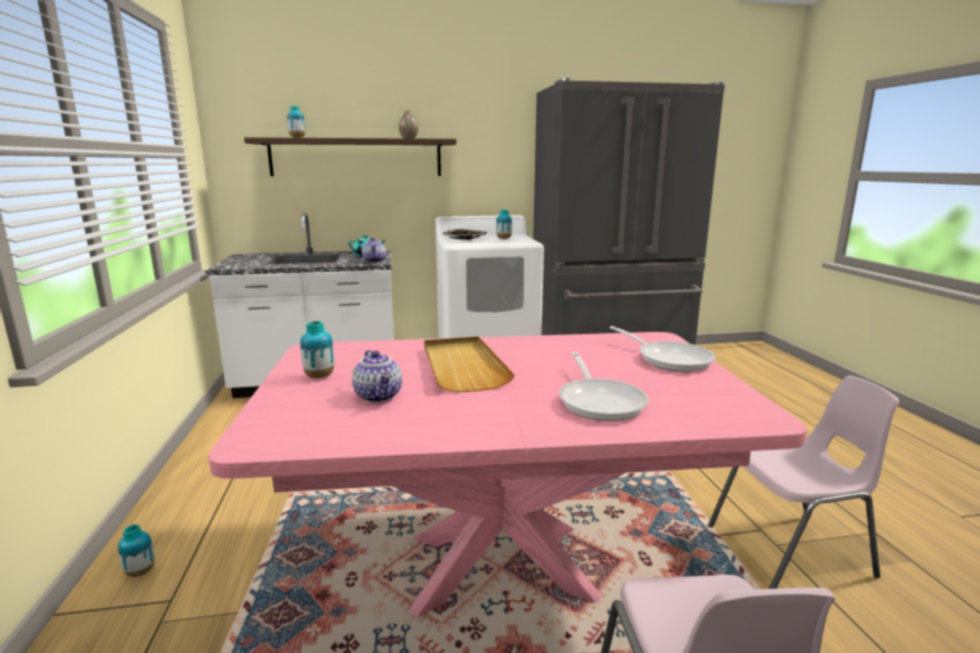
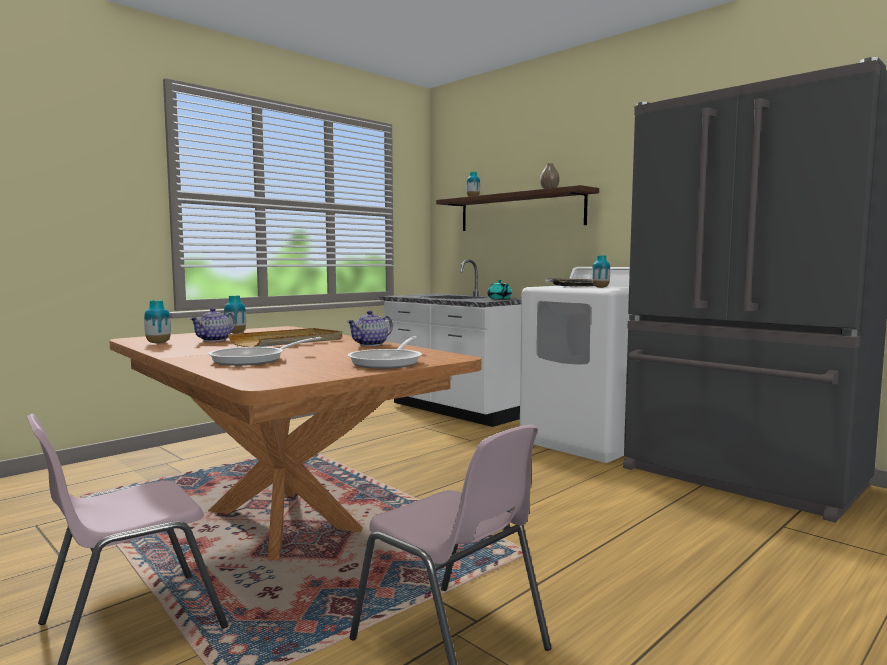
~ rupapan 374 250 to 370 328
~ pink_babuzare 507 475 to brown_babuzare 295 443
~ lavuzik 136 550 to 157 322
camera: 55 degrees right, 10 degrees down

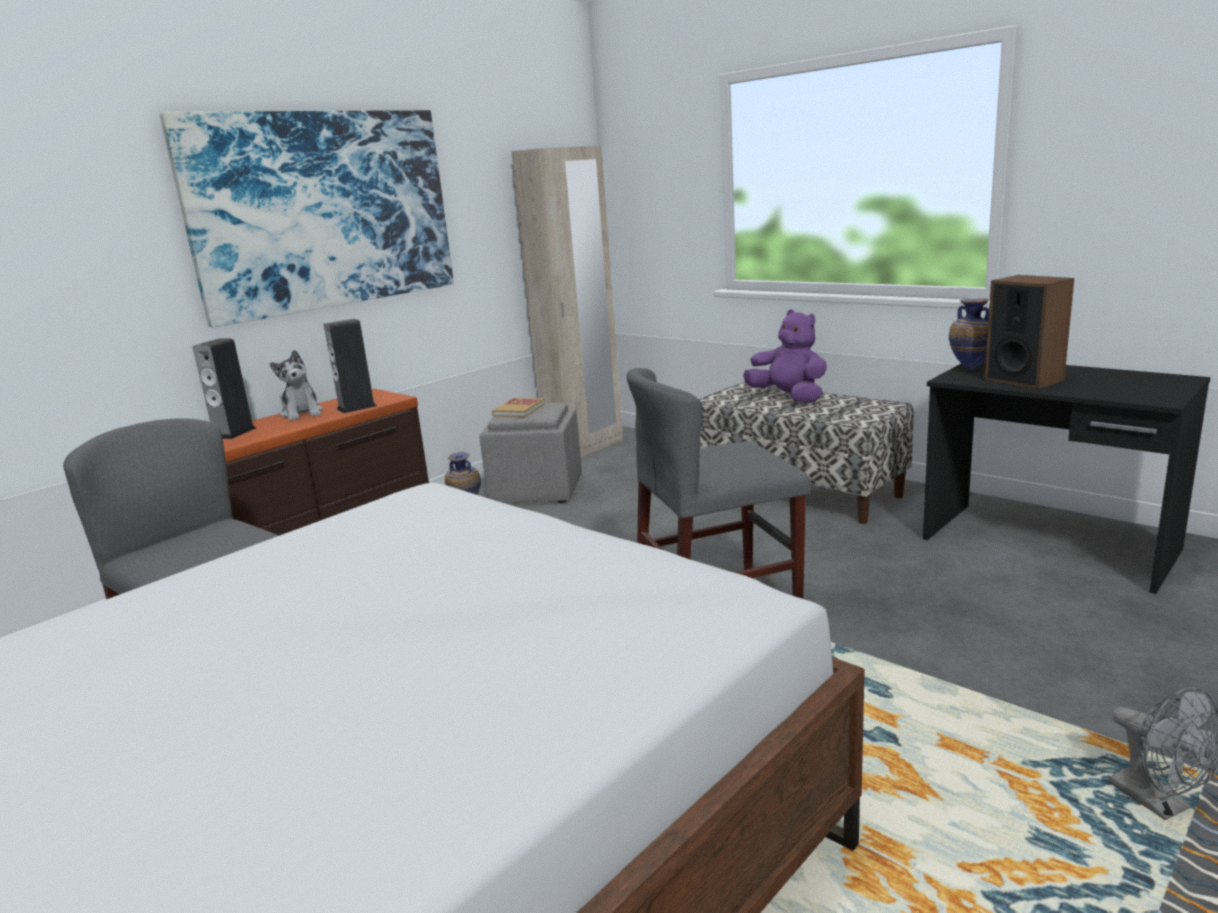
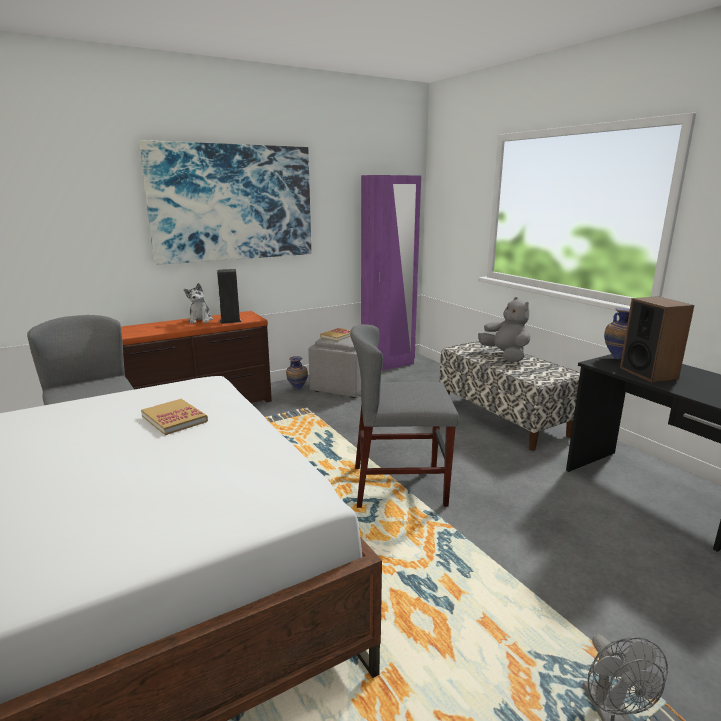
~ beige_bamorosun 567 301 to purple_bamorosun 391 272
~ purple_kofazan 785 356 to grey_kofazan 504 329
- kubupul 224 388
+ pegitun 174 417
camera: 15 degrees right, 0 degrees up

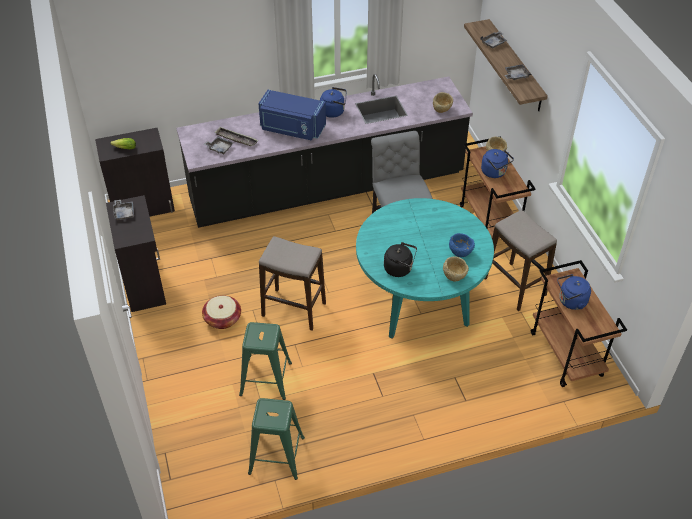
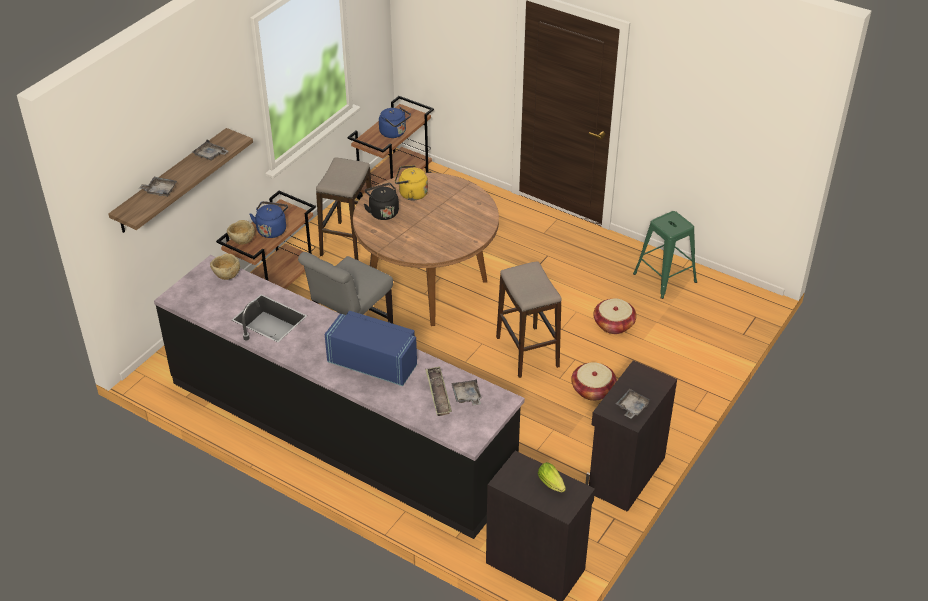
- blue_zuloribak 333 102
~ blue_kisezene 292 115 = 371 348 45 degrees counterclockwise
~ turquoise_babuzare 425 268 to brown_babuzare 426 249
~ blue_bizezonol 462 245 to yellow_zuloribak 411 182
~ black_zuloribak 400 259 to 381 201
- beige_bizezonol 456 269
~ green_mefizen 265 361 to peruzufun 615 316
camera: 130 degrees left, 5 degrees down

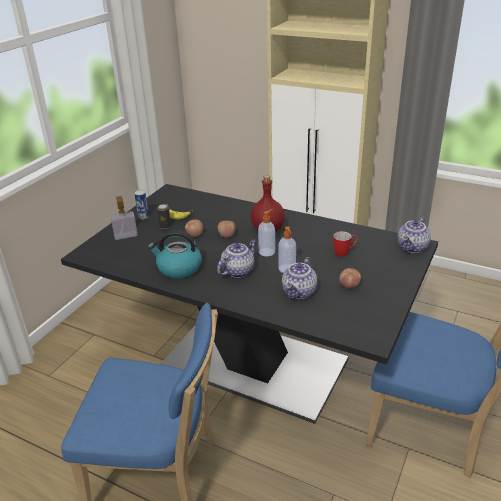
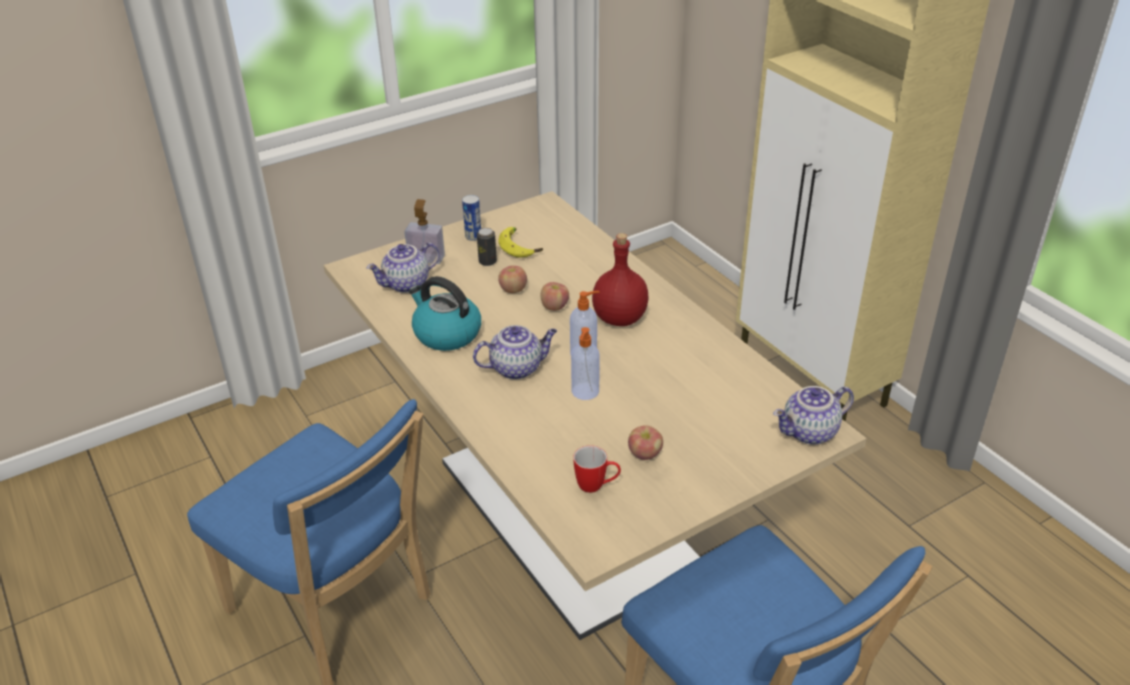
~ black_babuzare 249 304 to beige_babuzare 595 415
~ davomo 345 244 to 597 469
~ rupapan 299 278 to 402 267
camera: 30 degrees right, 5 degrees up

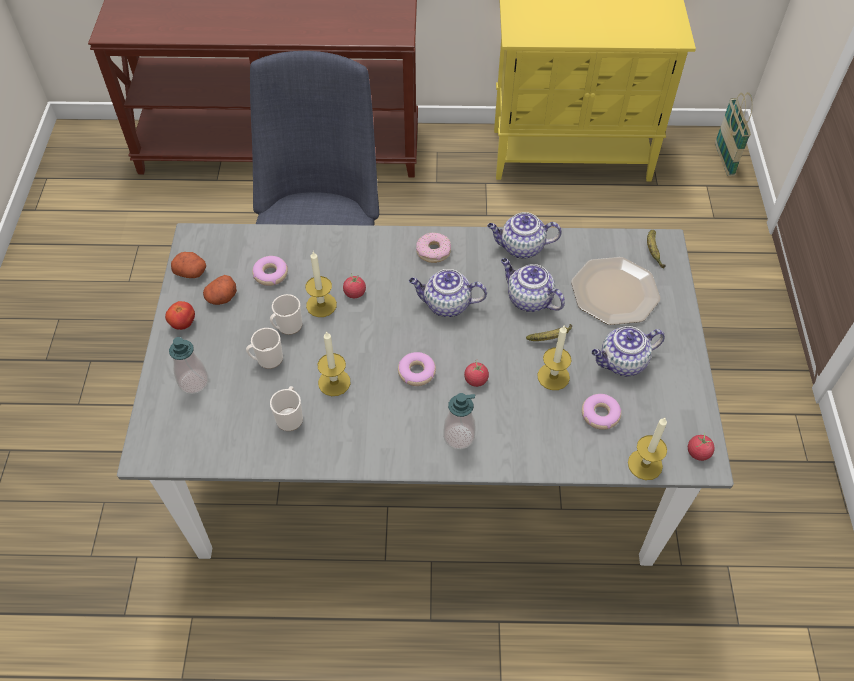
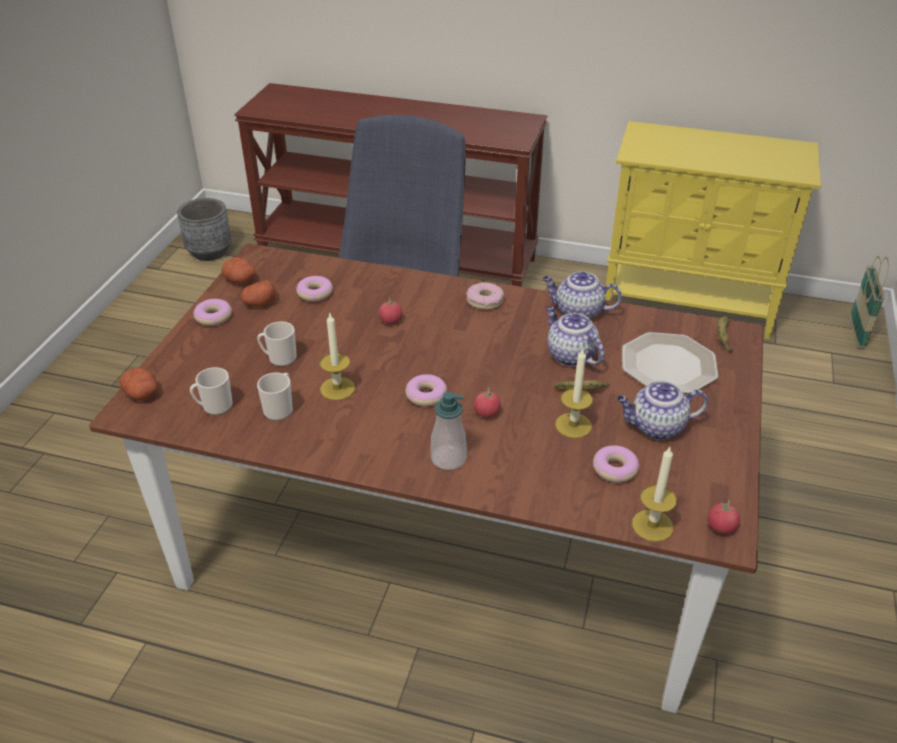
~ grey_babuzare 425 394 to brown_babuzare 426 478
- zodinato 321 284
- rupapan 448 293
~ davomo 286 314 to 211 391
~ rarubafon 180 315 to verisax 213 312
- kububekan 189 365
+ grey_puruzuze 204 229
+ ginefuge 139 384
camera: 15 degrees right, 15 degrees down

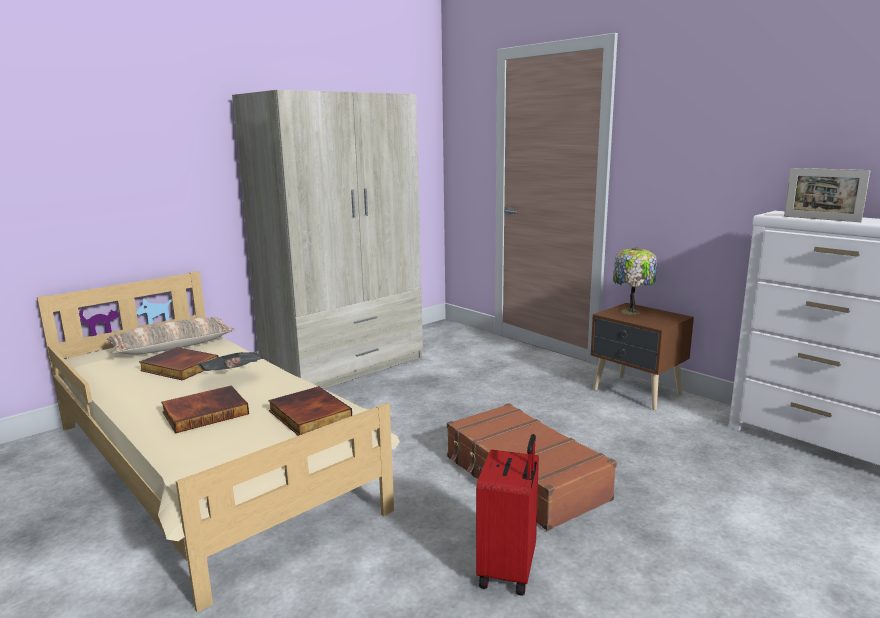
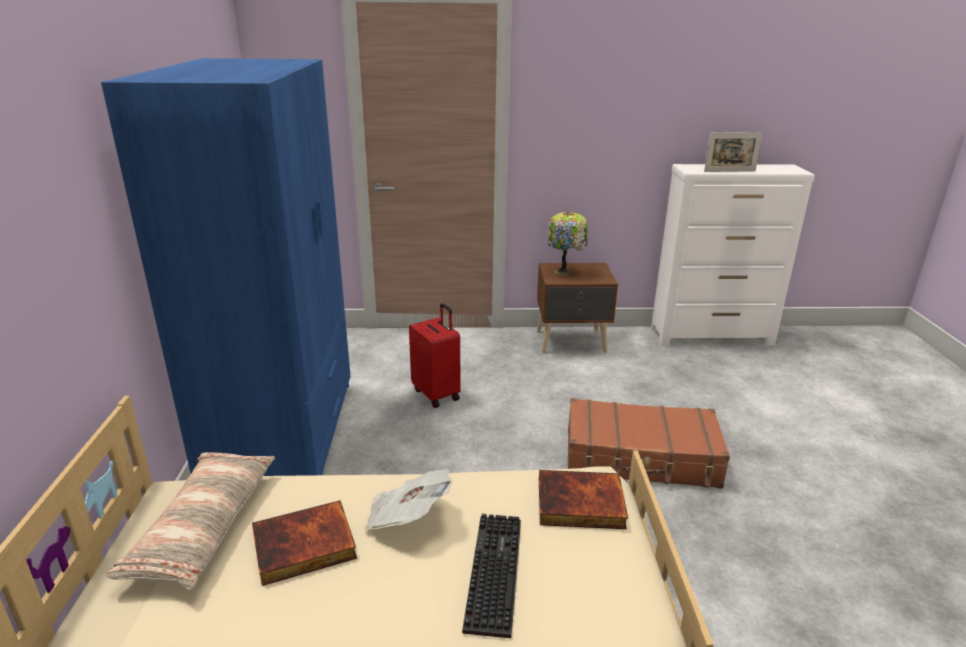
~ beige_bamorosun 327 239 to blue_bamorosun 226 267
~ pegitun 205 409 to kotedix 491 575
~ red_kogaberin 507 515 to 435 355
camera: 50 degrees left, 10 degrees up

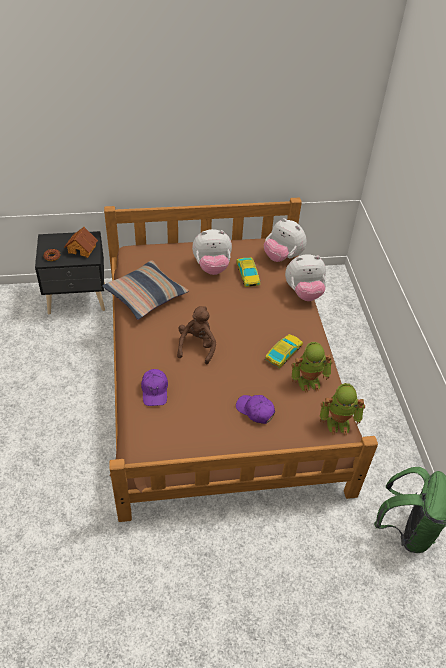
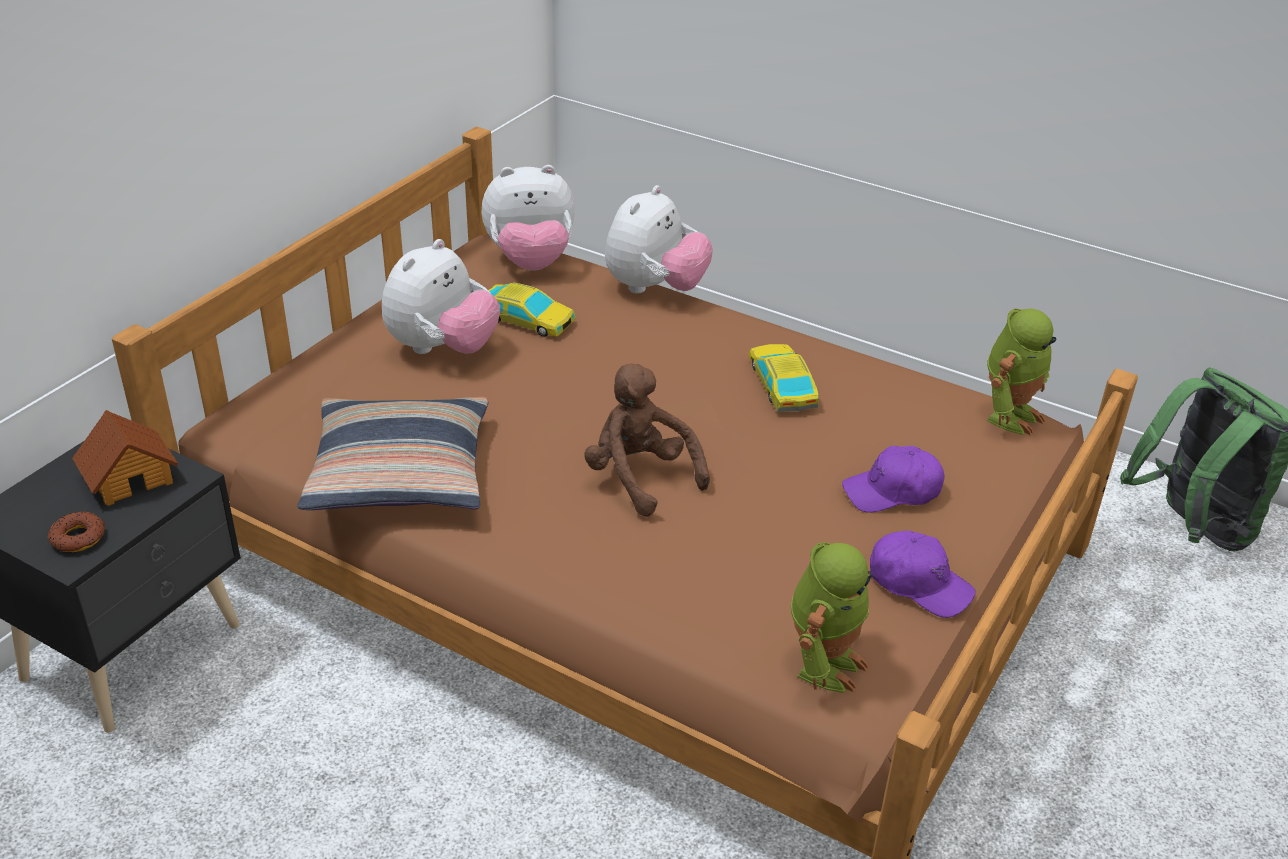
~ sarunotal 312 367 to 831 617
~ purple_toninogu 154 387 to 923 574
camera: 50 degrees left, 10 degrees down

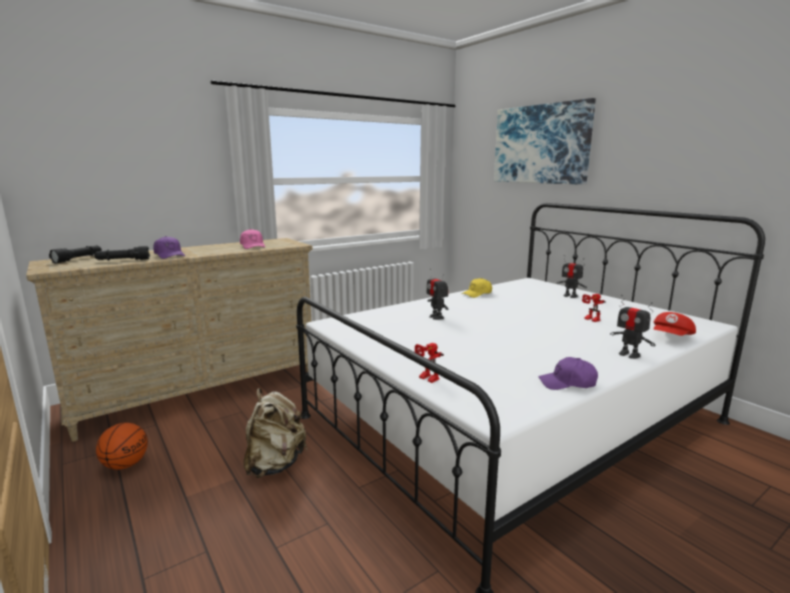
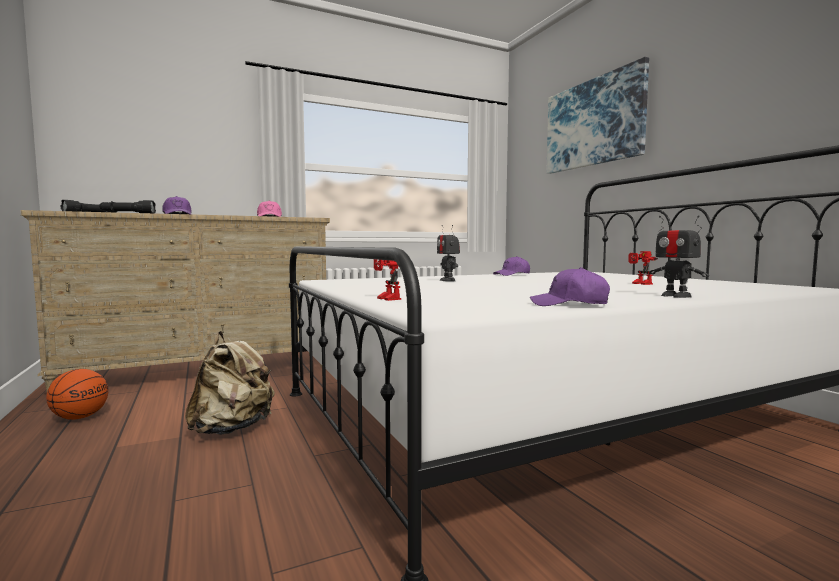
- sarunotal 572 278
~ yellow_toninogu 477 288 to purple_toninogu 511 266
- red_toninogu 674 324
camera: 10 degrees right, 10 degrees down

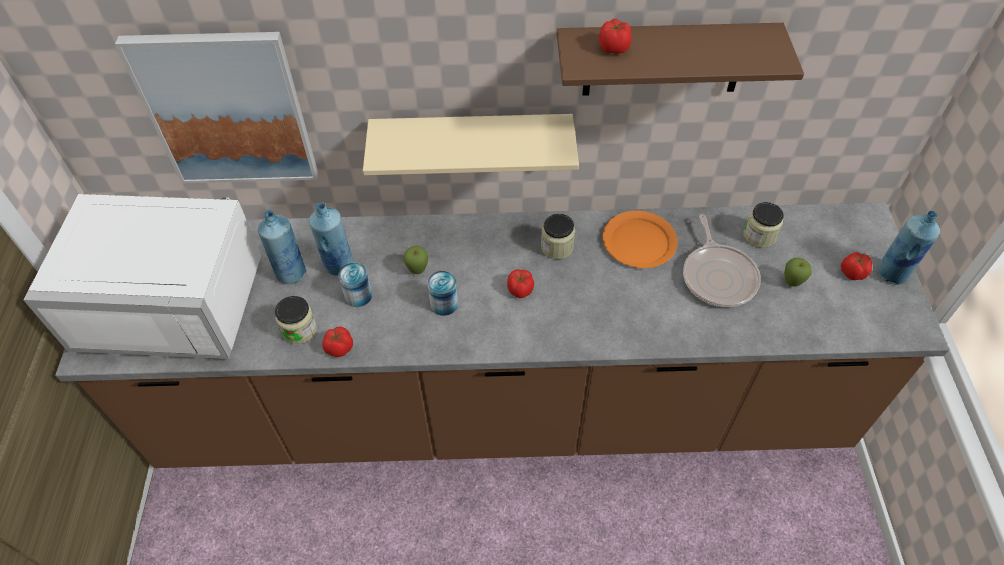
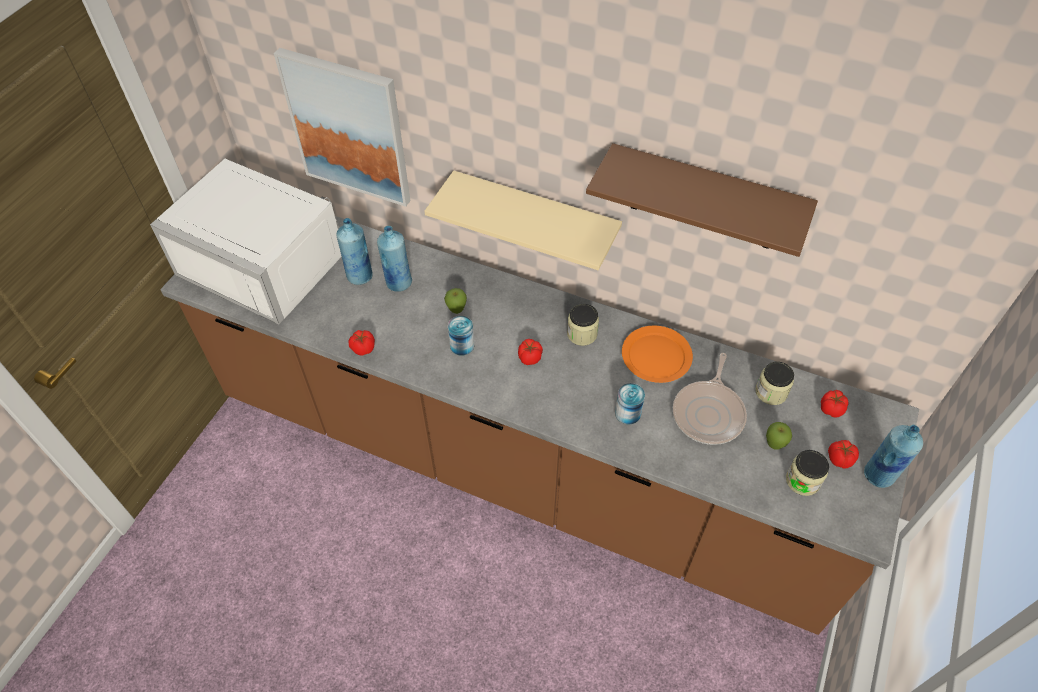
~ rarubafon 615 36 to 834 403
~ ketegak 355 285 to 630 403
~ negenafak 296 320 to 807 473
camera: 25 degrees right, 0 degrees up

